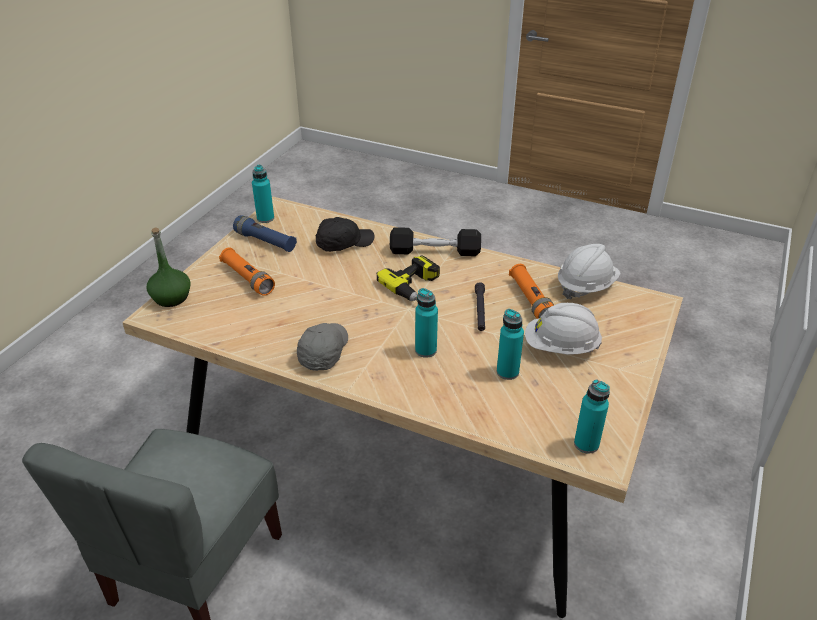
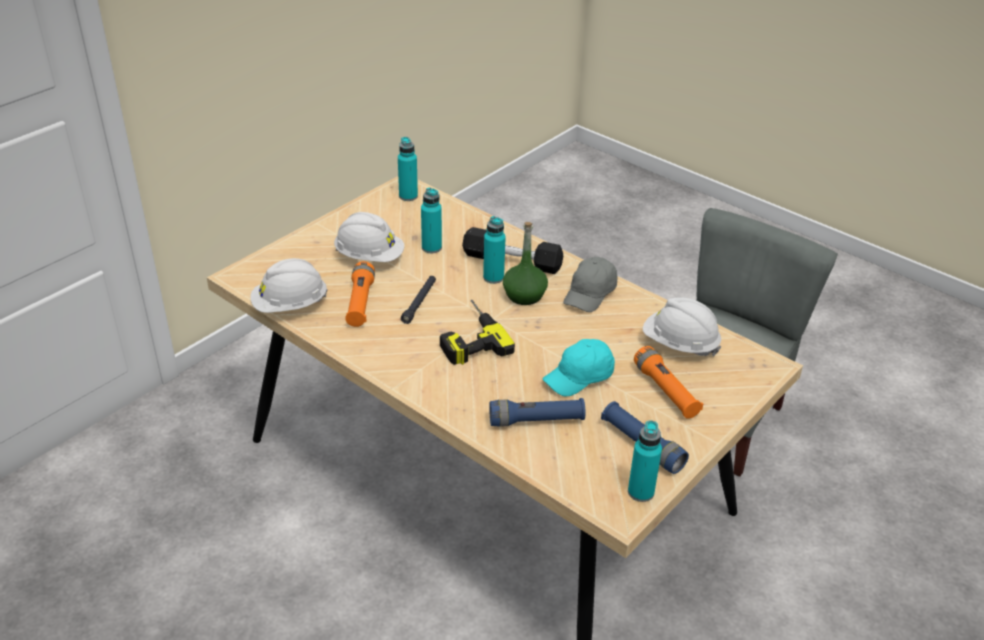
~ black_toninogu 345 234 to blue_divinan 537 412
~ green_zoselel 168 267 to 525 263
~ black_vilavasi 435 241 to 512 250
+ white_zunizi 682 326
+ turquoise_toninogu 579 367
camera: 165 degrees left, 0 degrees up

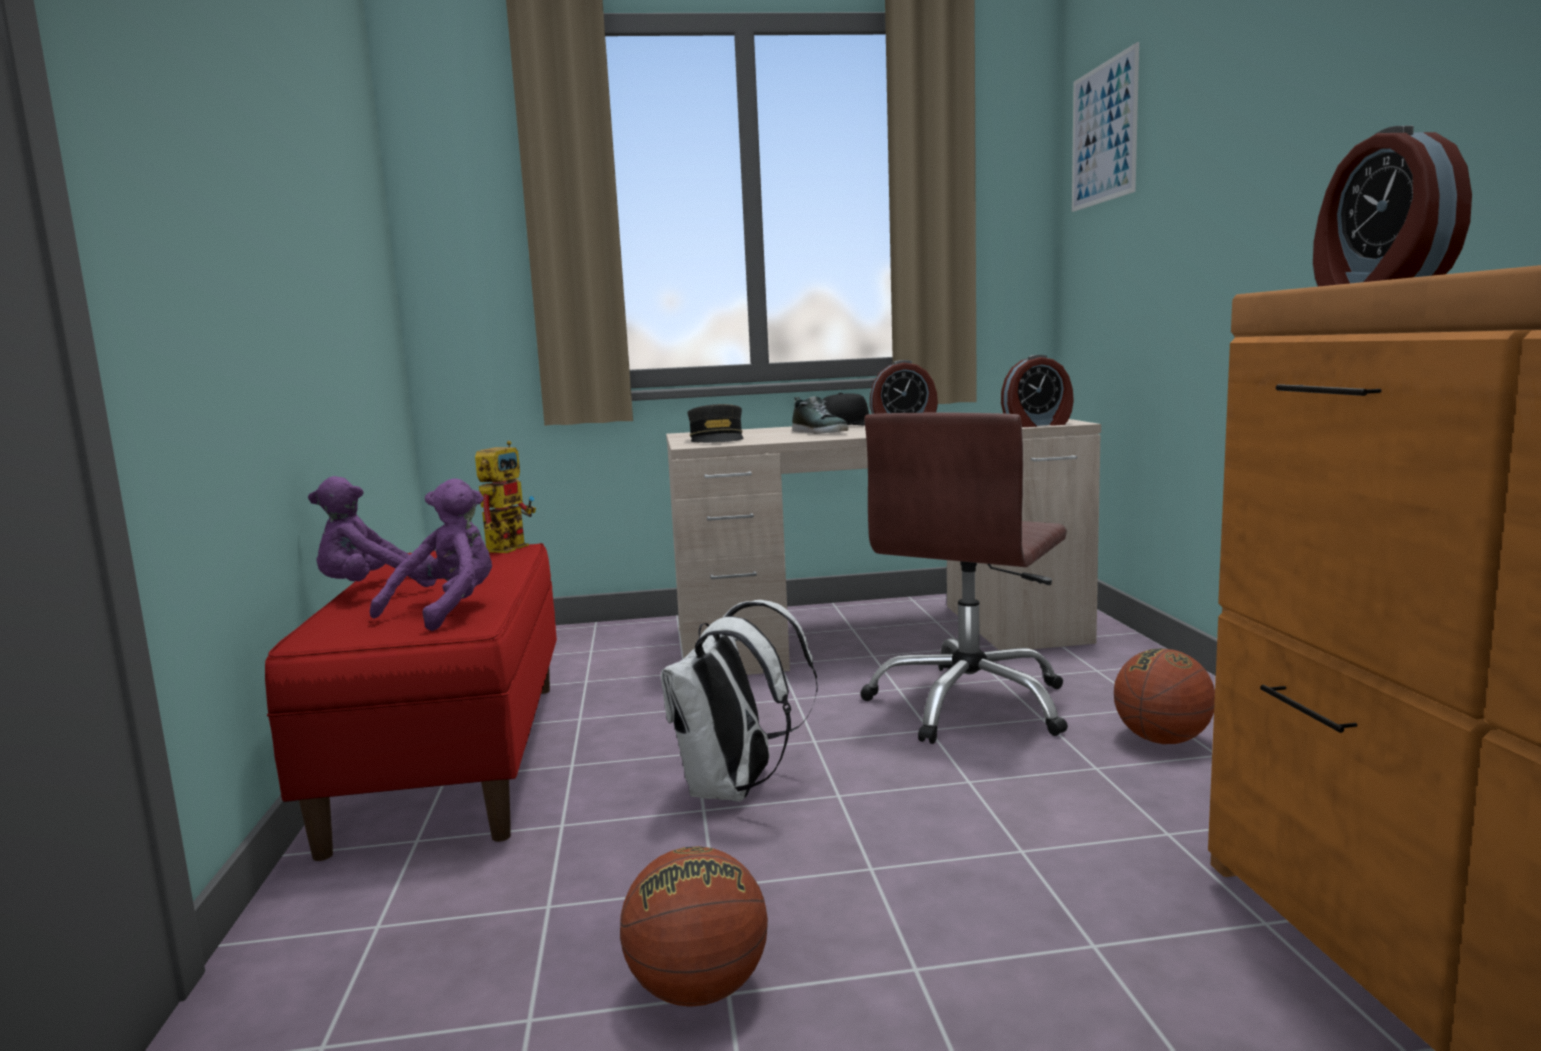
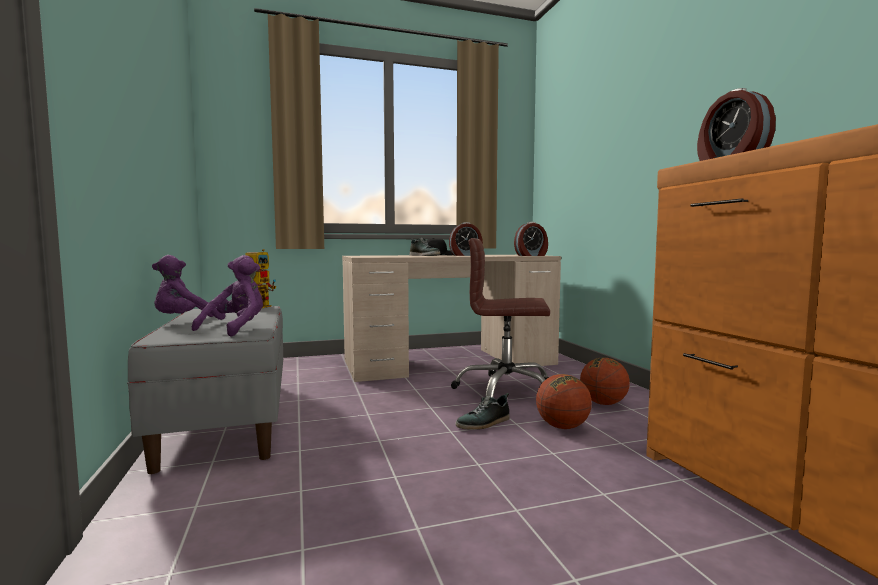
- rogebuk 1105 127
- grey_toninogu 715 423
~ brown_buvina 964 578 = 500 318 75 degrees clockwise
~ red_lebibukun 411 702 to grey_lebibukun 205 390
- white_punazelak 739 701
~ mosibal 694 926 to 564 401
+ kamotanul 482 411
camera: 10 degrees left, 5 degrees down

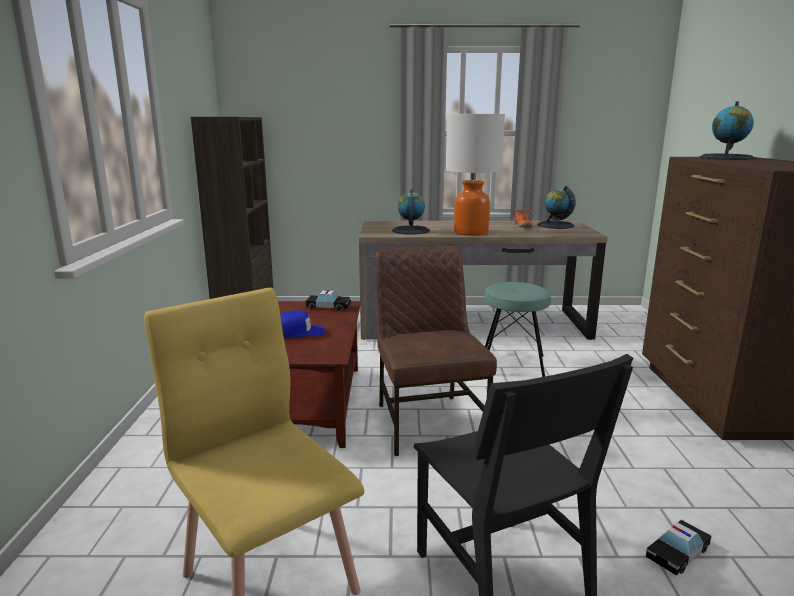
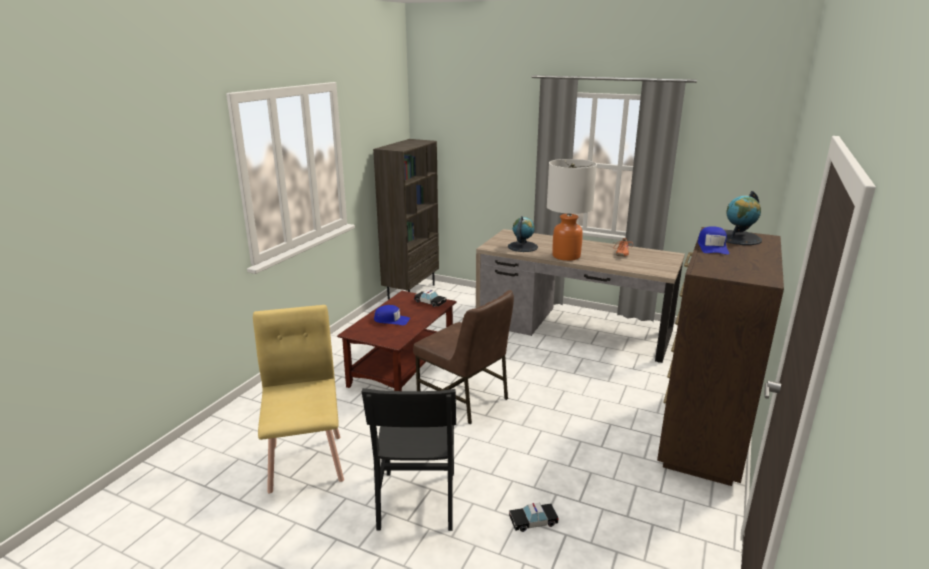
- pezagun 556 207
~ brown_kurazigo 436 351 = 463 357 120 degrees clockwise
- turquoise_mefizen 517 329
+ blue_toninogu 713 240
camera: 25 degrees right, 5 degrees up

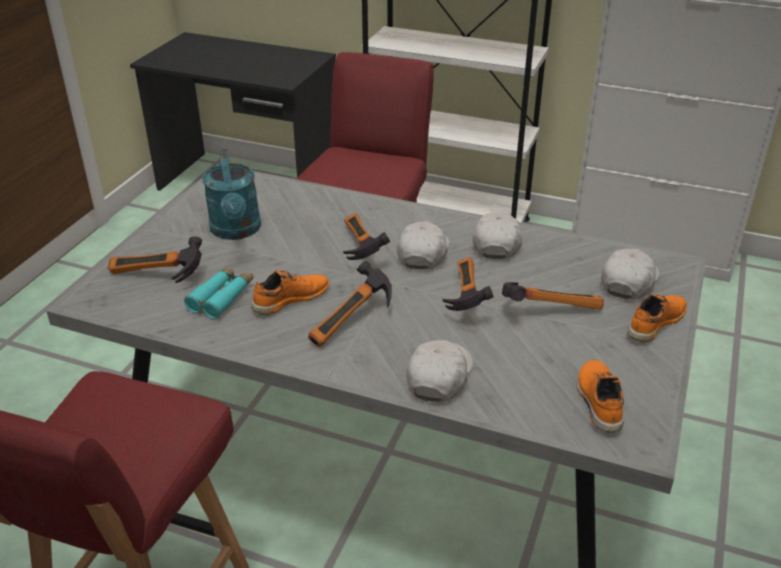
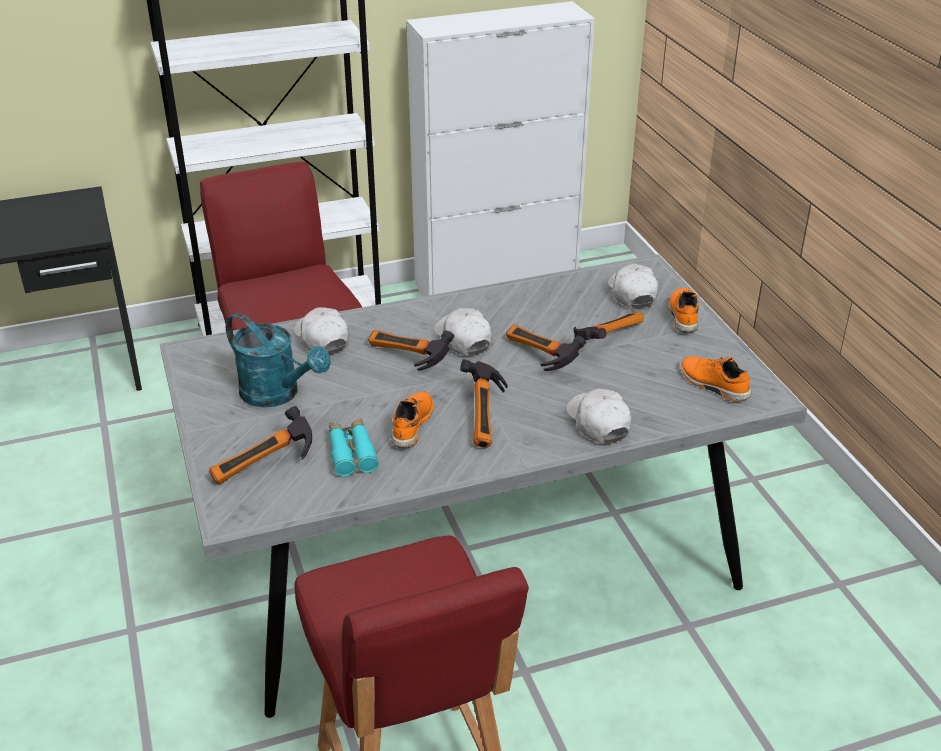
~ white_toninogu 497 235 to 322 331
camera: 40 degrees left, 0 degrees up

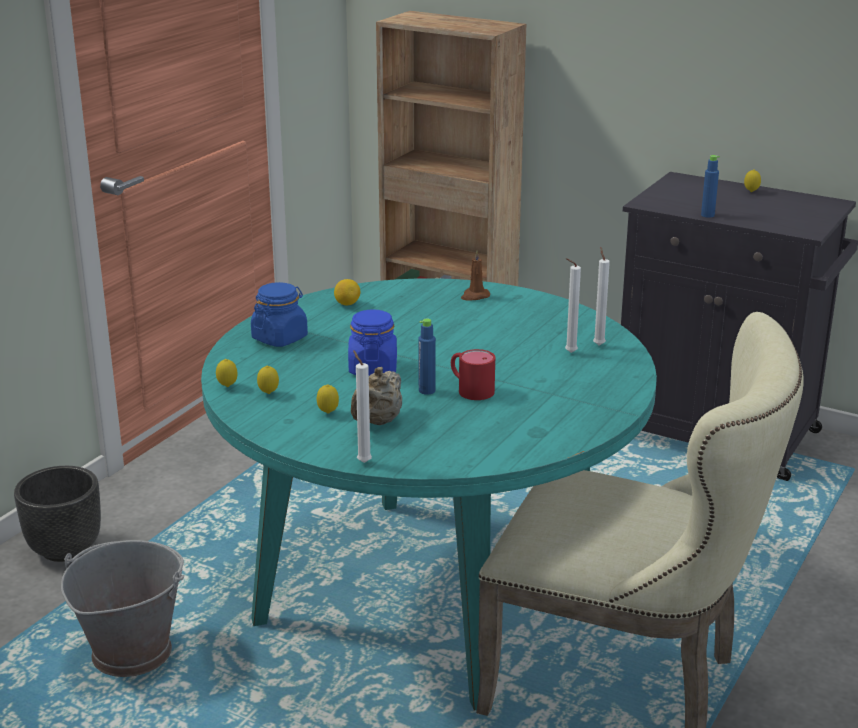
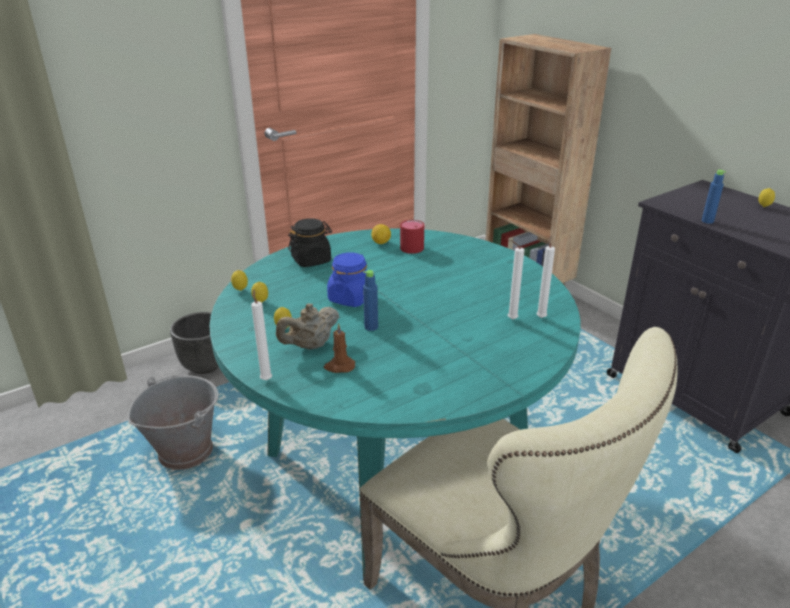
~ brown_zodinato 475 275 to 339 348
~ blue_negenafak 279 314 to black_negenafak 310 242
~ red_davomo 473 374 to 412 237
camera: 25 degrees right, 5 degrees up

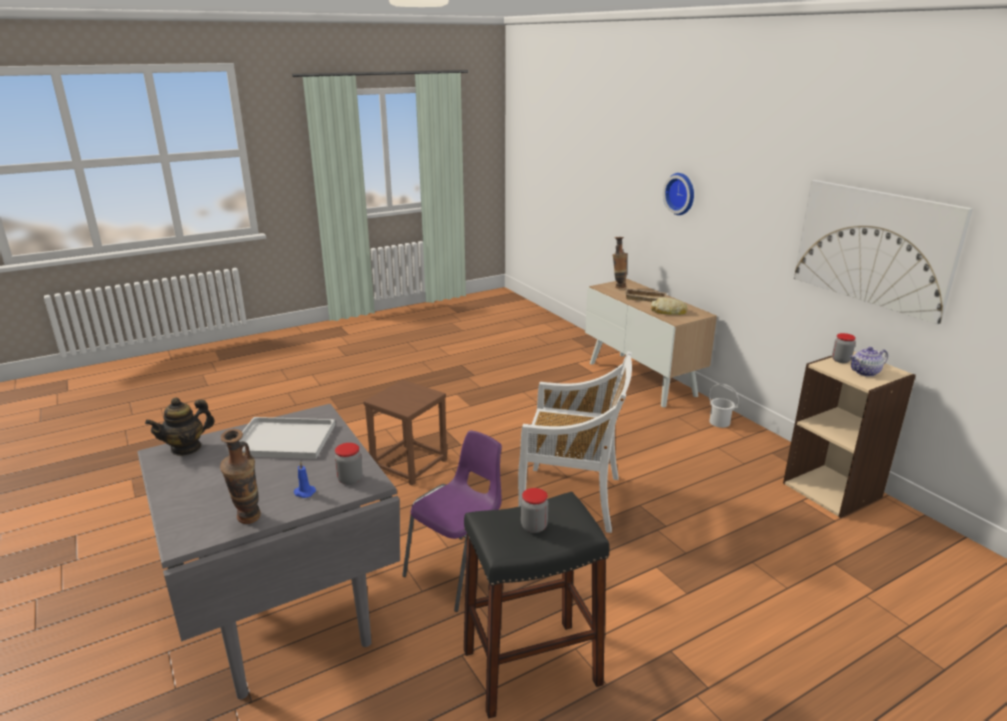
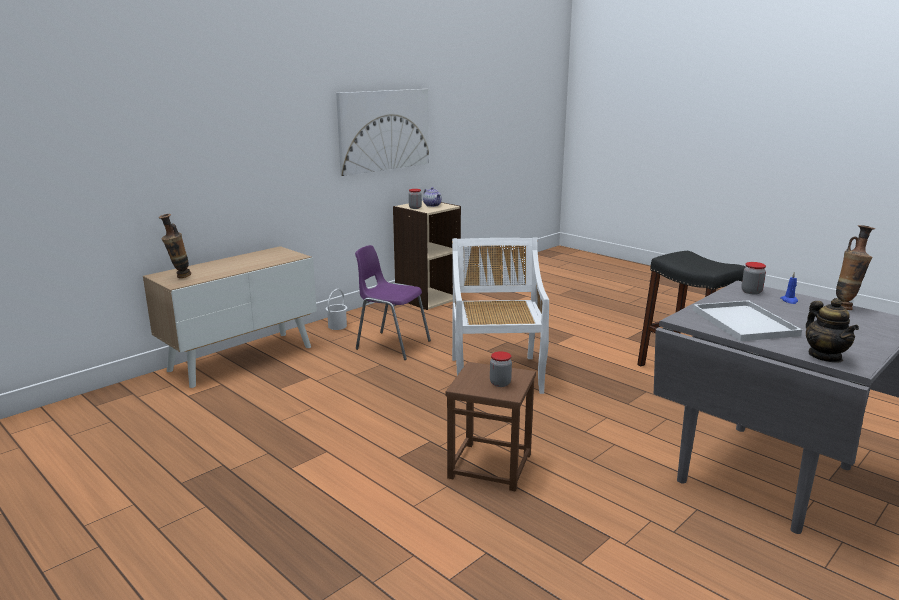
- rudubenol 678 194
- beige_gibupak 646 295
- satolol 669 306
~ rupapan 180 426 = 832 330 45 degrees clockwise
~ purple_kurazigo 452 521 to 393 302
~ negenafak 534 510 to 501 369
camera: 105 degrees left, 5 degrees down

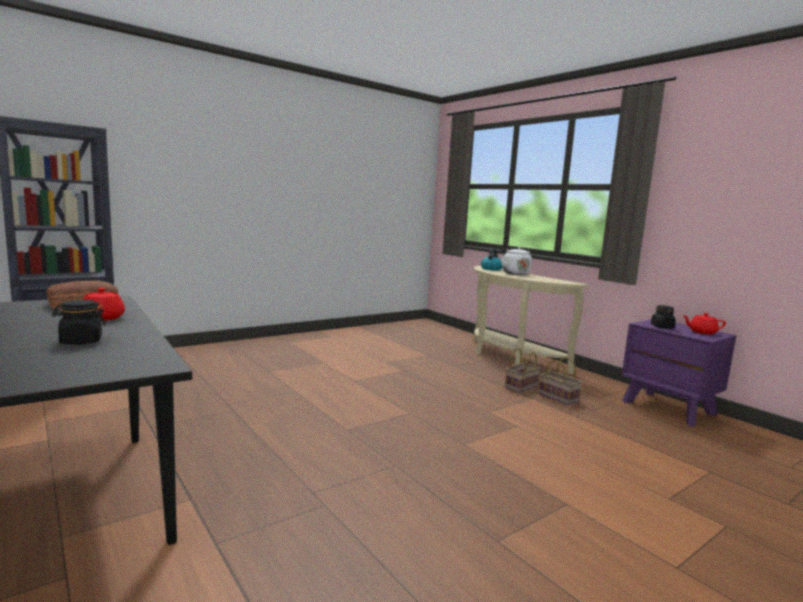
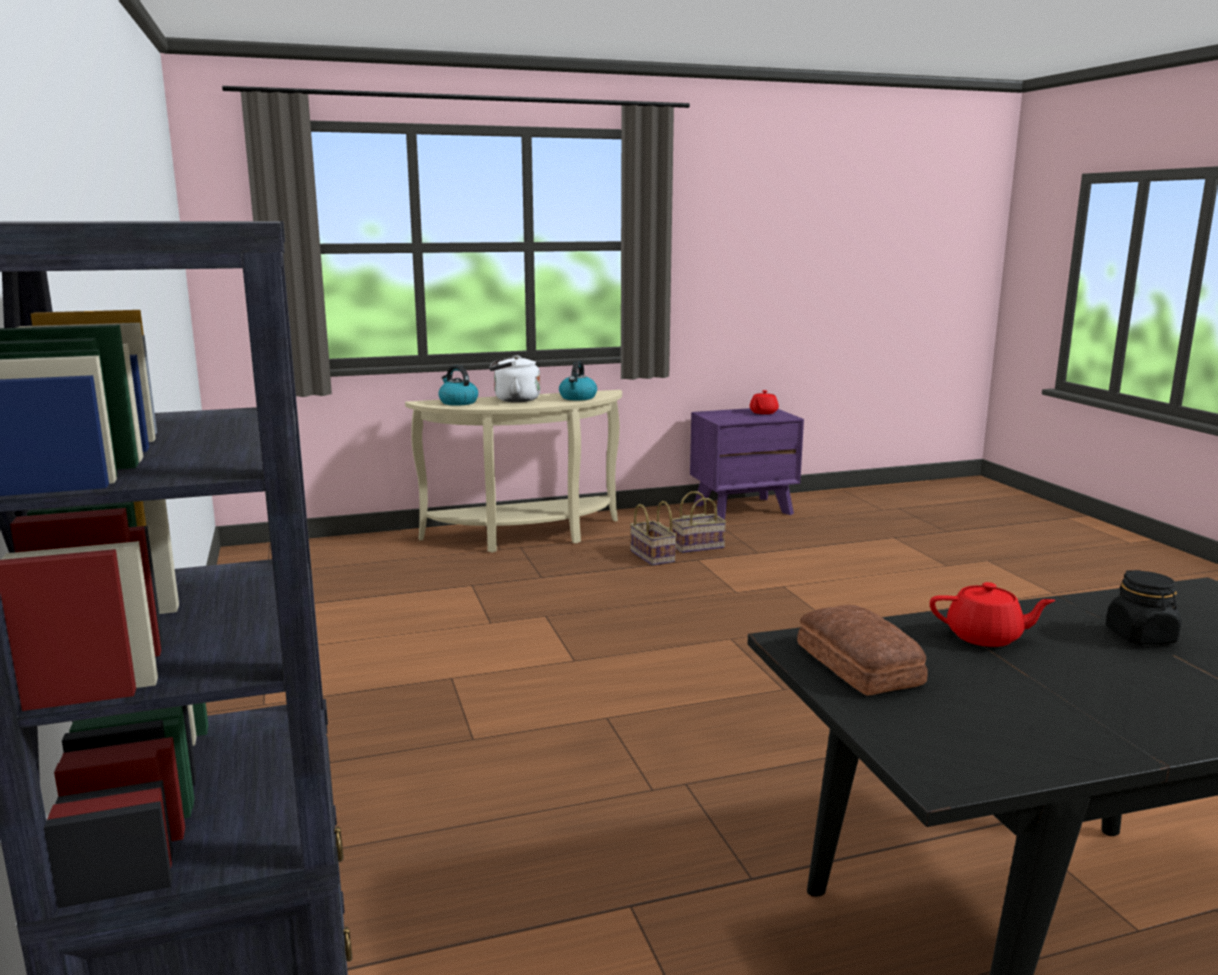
- black_negenafak 663 317
+ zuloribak 578 381
camera: 70 degrees left, 5 degrees up

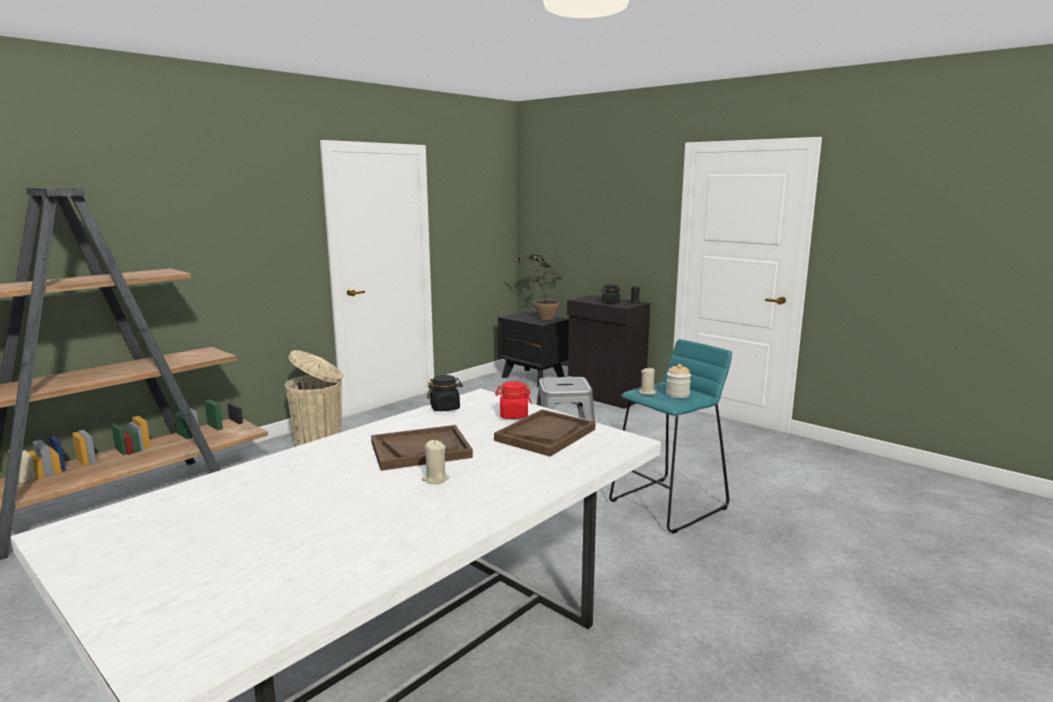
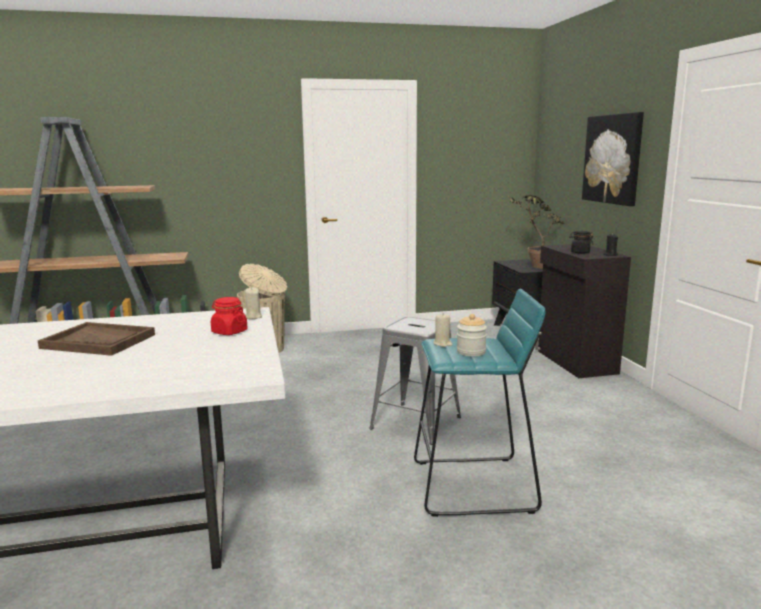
- black_negenafak 445 393
- brown_gibupak 544 433
~ beige_zodinato 435 462 to 253 303
+ rogebuk 613 159
camera: 35 degrees right, 0 degrees up

